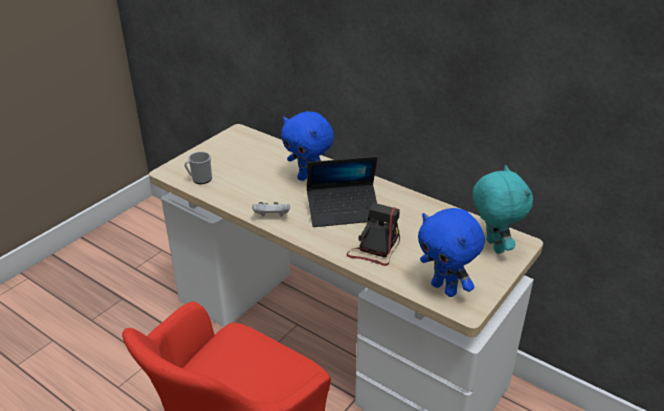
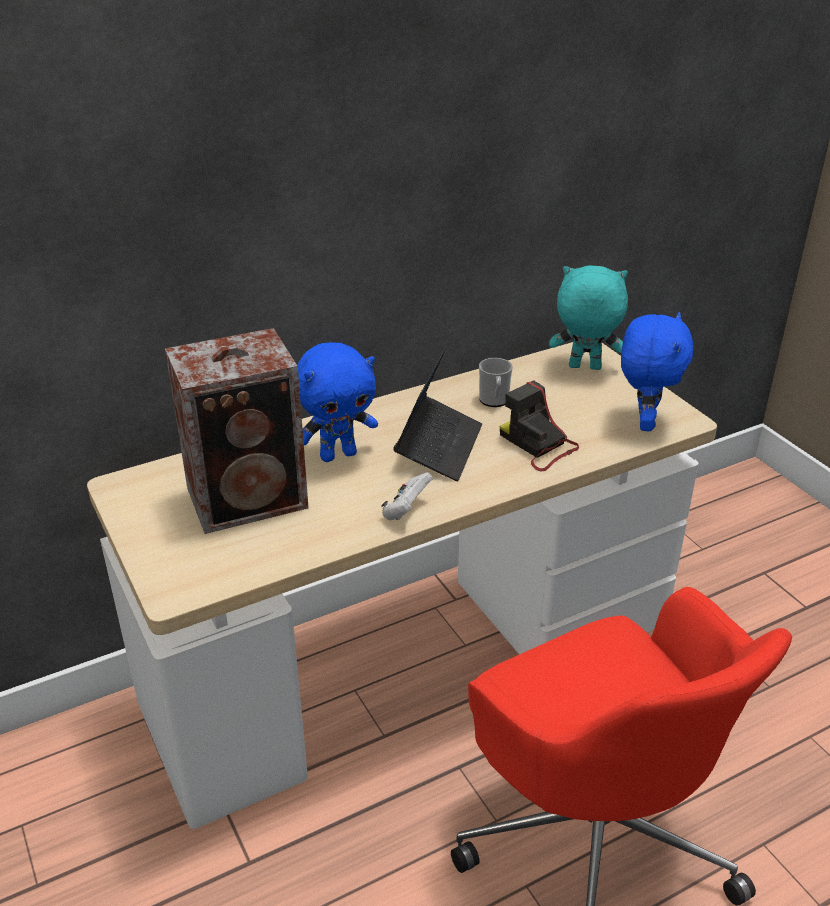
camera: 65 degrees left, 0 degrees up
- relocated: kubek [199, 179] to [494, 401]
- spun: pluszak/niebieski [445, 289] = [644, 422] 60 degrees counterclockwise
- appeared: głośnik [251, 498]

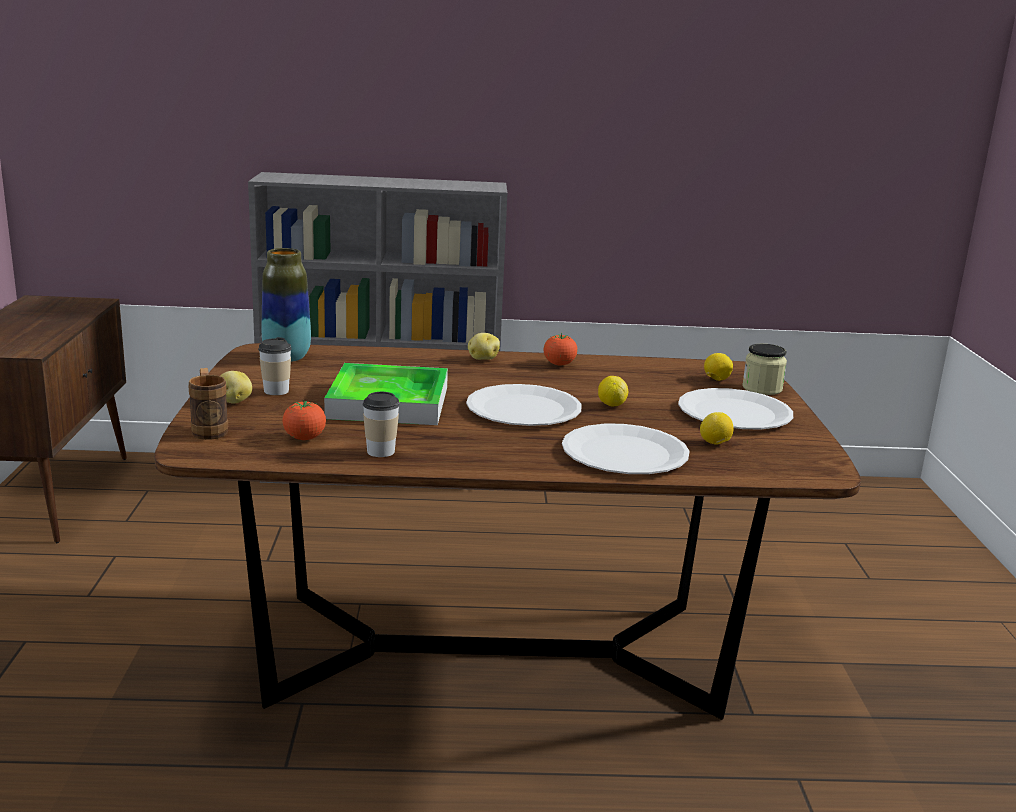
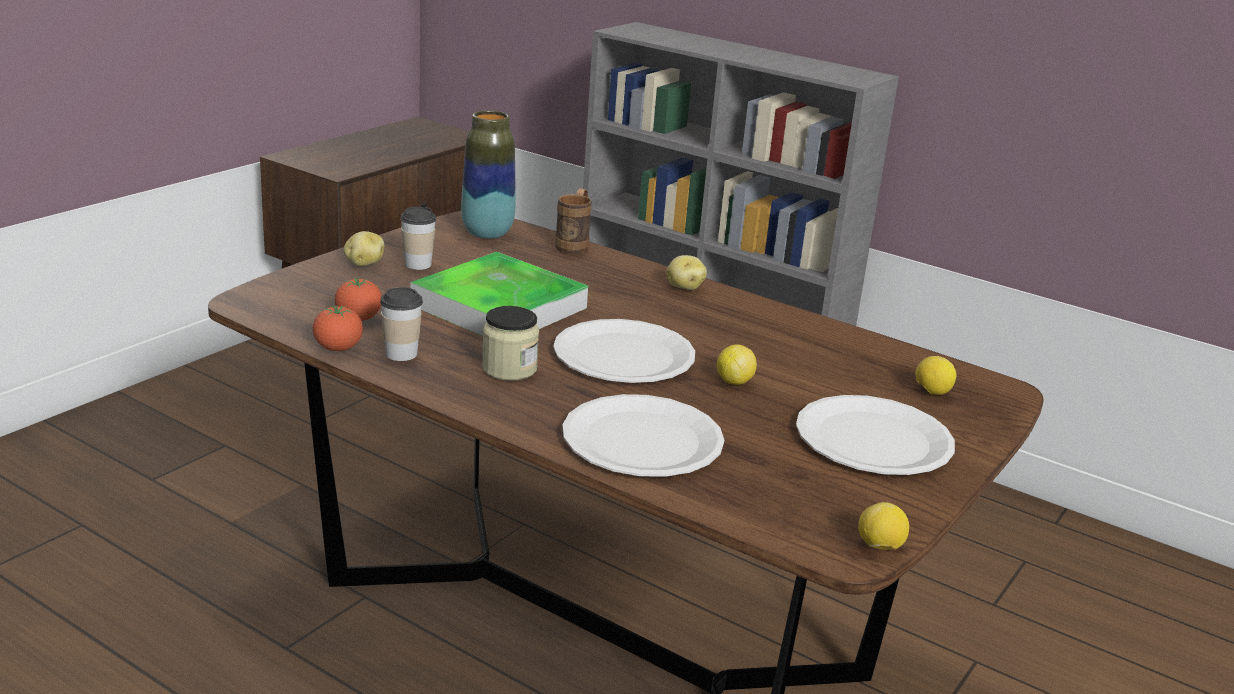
camera: 35 degrees right, 5 degrees up
- relocated: pomidor [559, 364] to [338, 349]
- relocated: słoik [762, 388] to [509, 369]
- relocated: kubek/brązowy [209, 429] to [574, 245]
- relocated: cytryna [715, 444] to [879, 547]

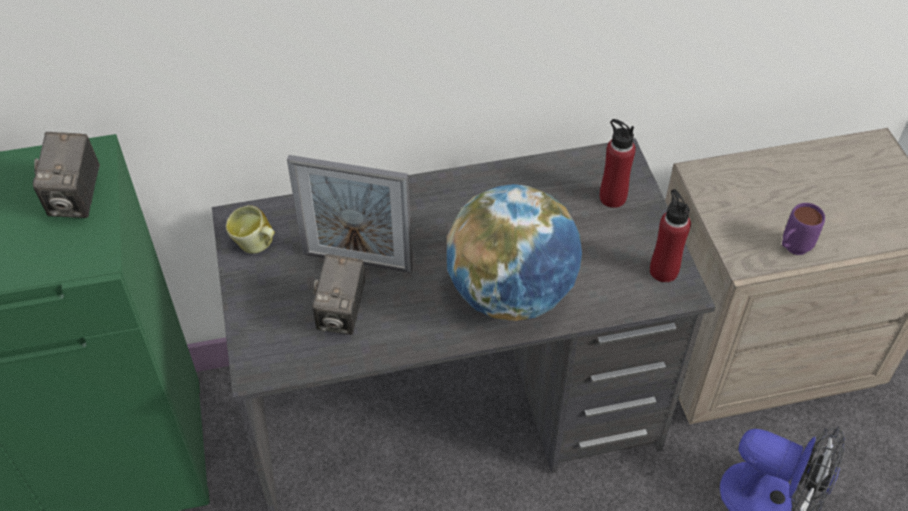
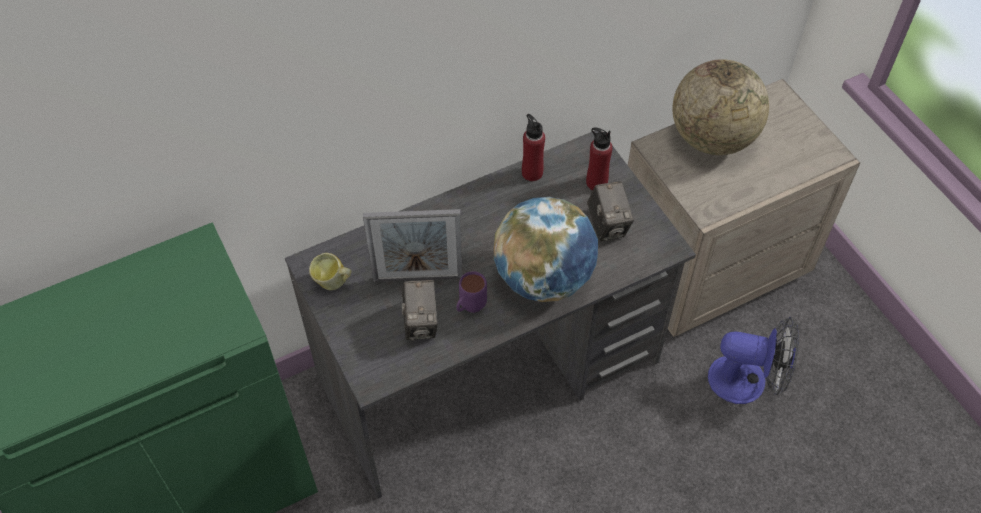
camera: 15 degrees left, 5 degrees up
- relocated: aparat fotograficzny [77, 199] to [607, 225]
- relocated: butelka/czerwony [663, 271] to [532, 173]
- relocated: kubek/fioletowy [791, 249] to [469, 308]
- appeared: globus [712, 138]

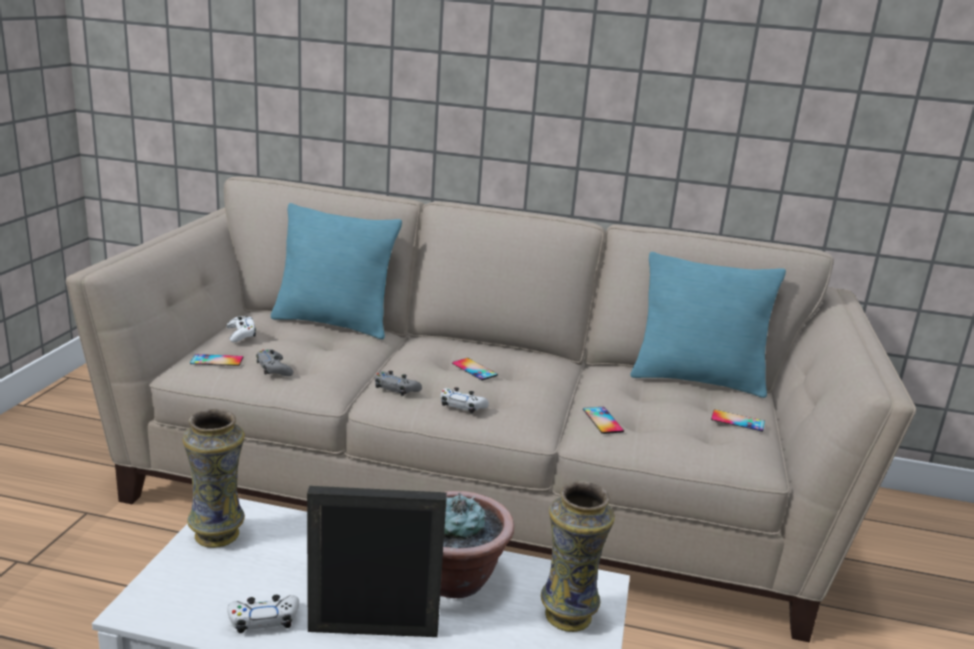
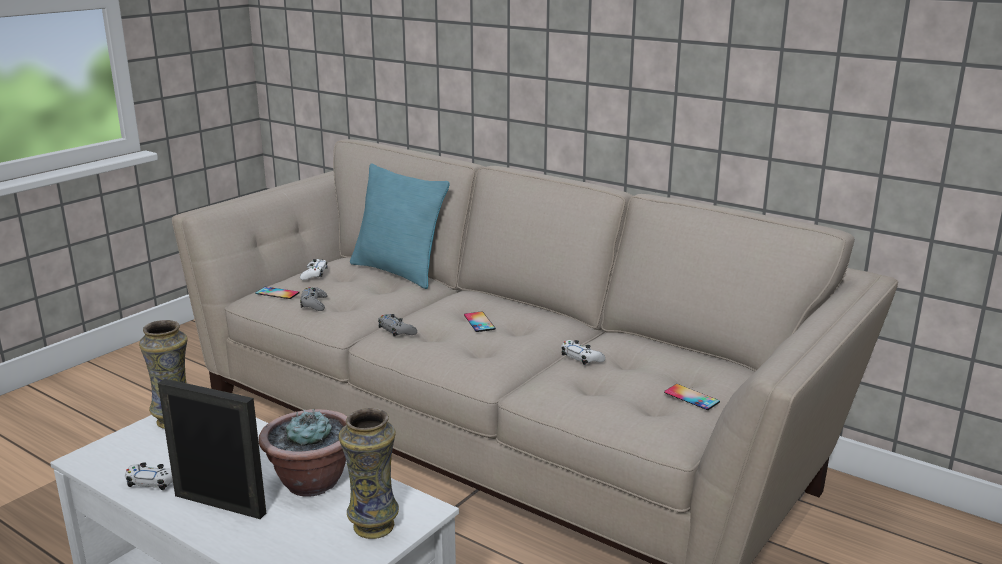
camera: 25 degrees right, 0 degrees up
- missing: poduszka/turkusowy [697, 380]
- relocated: pad do gier/biały [462, 406] to [581, 358]
- missing: telefon [602, 420]

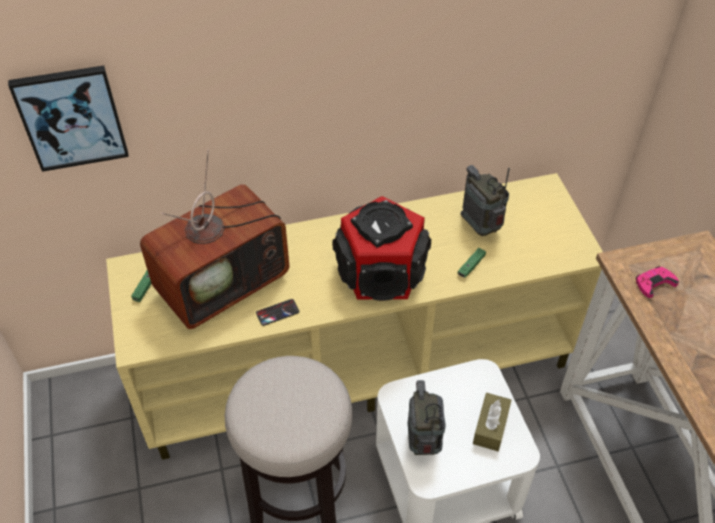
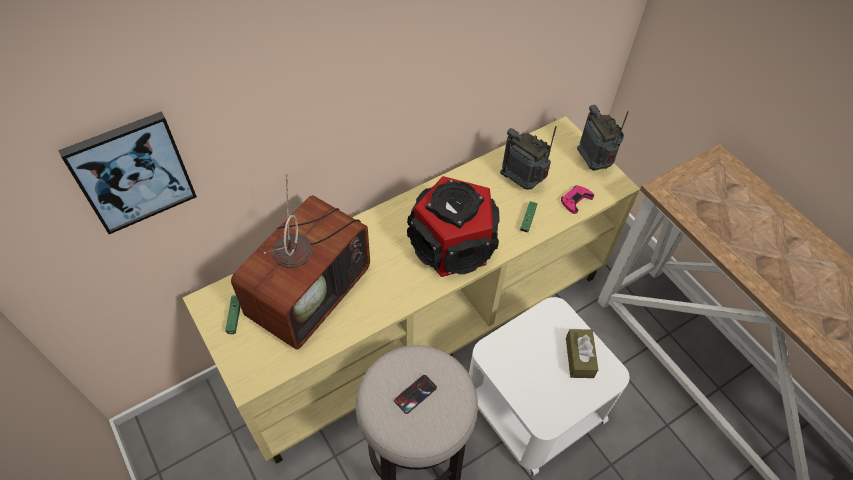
camera: 20 degrees left, 5 degrees up
- relocated: pad do gier/różowy [654, 283] to [575, 200]
- relocated: telefon [277, 312] to [415, 394]
- relocated: radio [423, 442] to [593, 163]

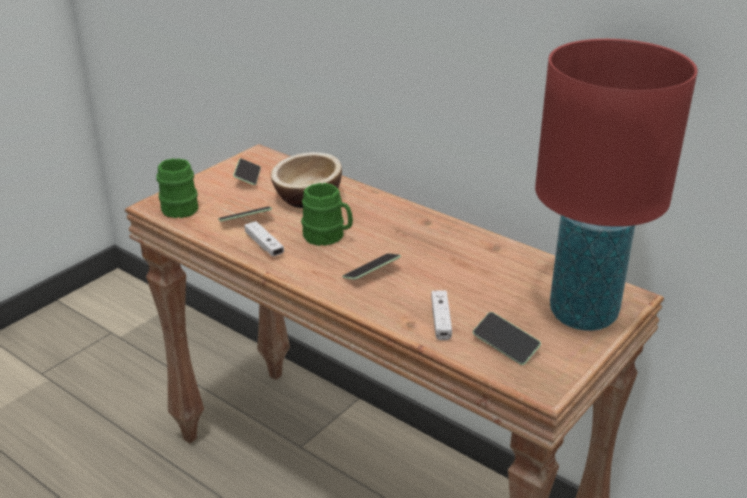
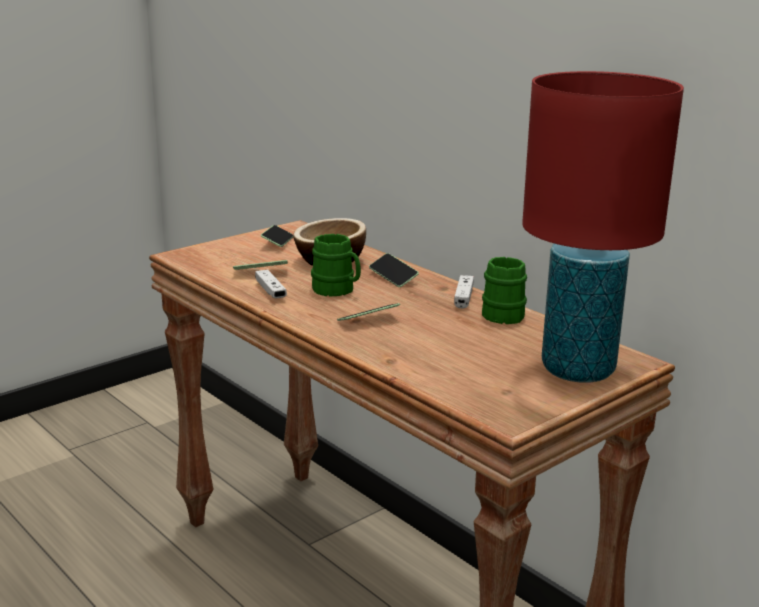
camera: 10 degrees right, 10 degrees down
- relocated: kubek/zielony [178, 206] to [500, 313]
- relocated: pad do gier/biały [441, 320] to [463, 297]
- relocated: telefon [505, 345] to [393, 277]

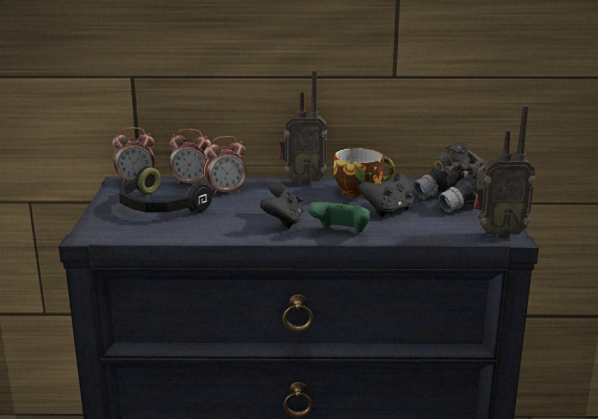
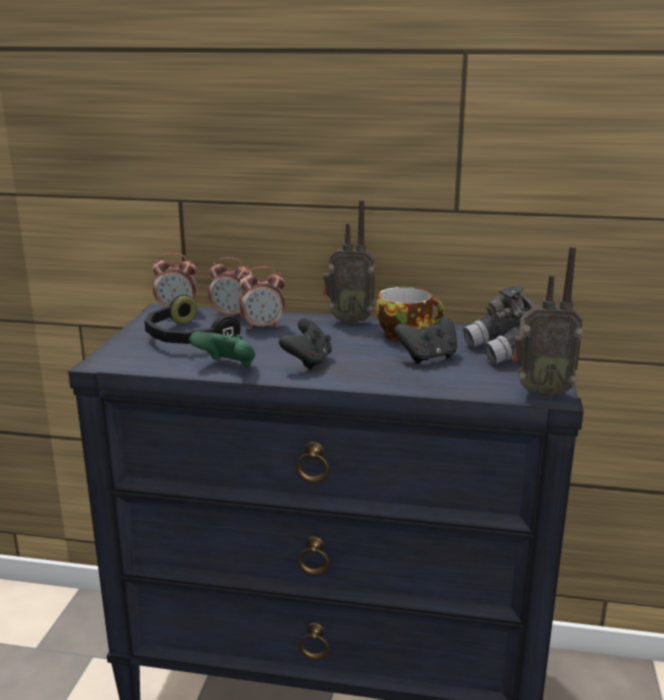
camera: 10 degrees right, 0 degrees up
- relocated: pad do gier/zielony [341, 233] to [227, 367]

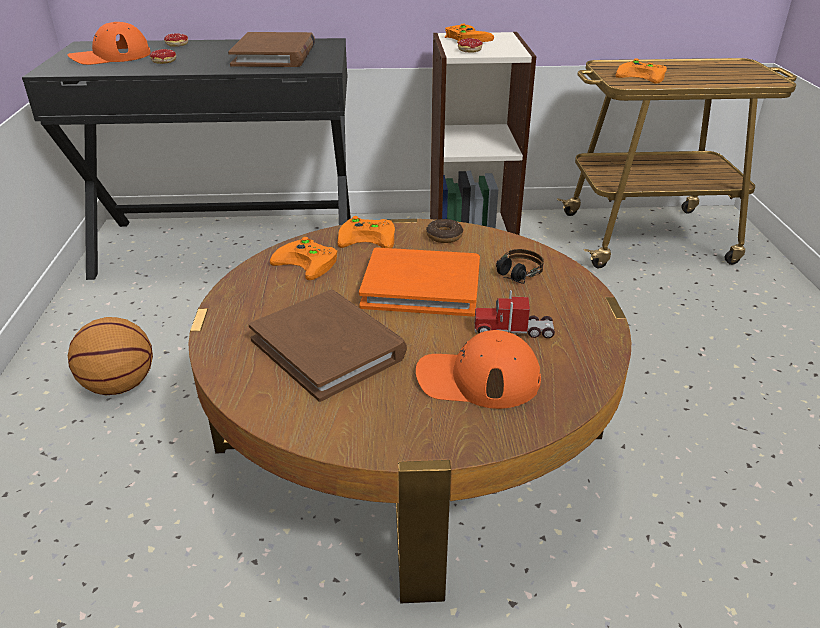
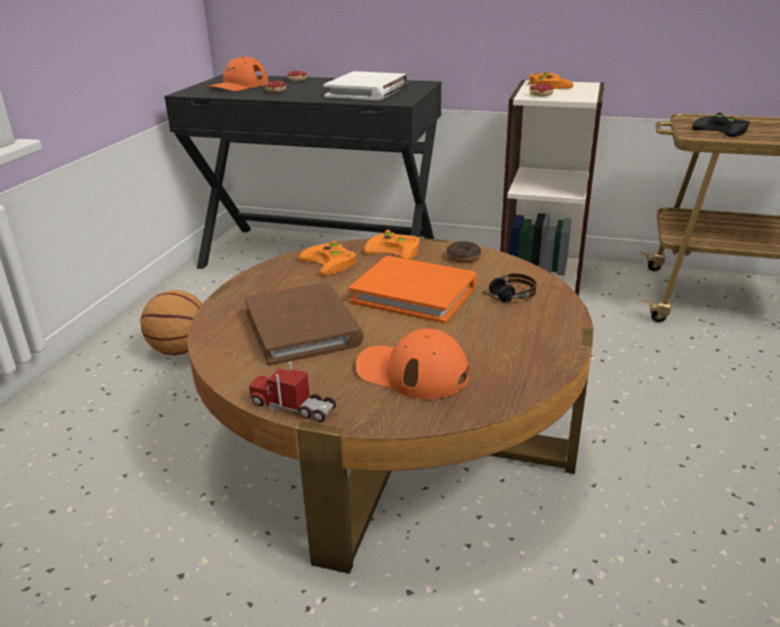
camera: 20 degrees right, 5 degrees down
- spun: czapka z daszkiem/pomarańczowy [110, 56] = [239, 85] 45 degrees counterclockwise
- colour: książka/brązowy [274, 55] to książka/biały [367, 91]
- colour: pad do gier/pomarańczowy [643, 76] to pad do gier/czarny [724, 130]
- relocated: ciężarówka zabawkowa [513, 330] to [292, 406]

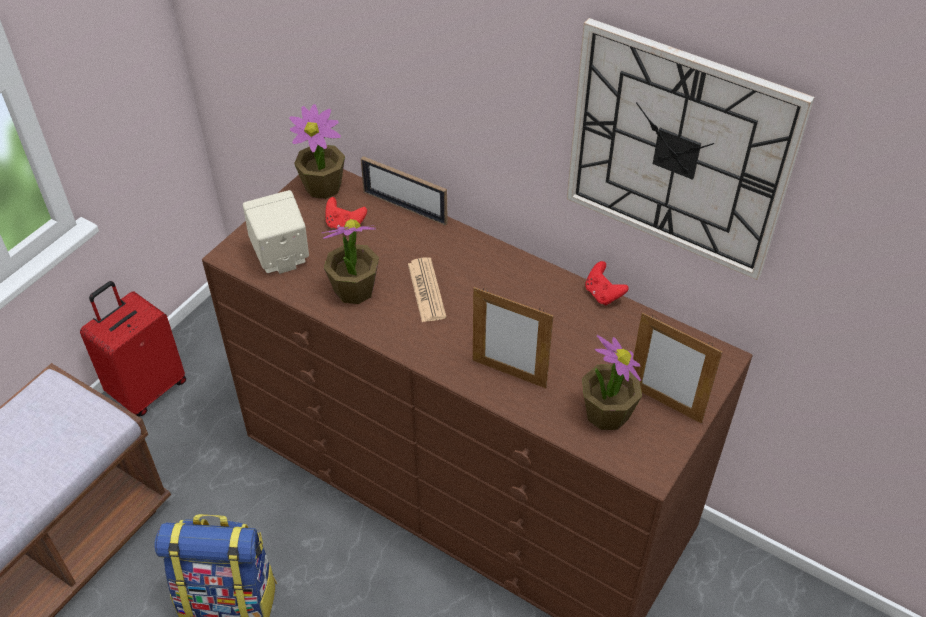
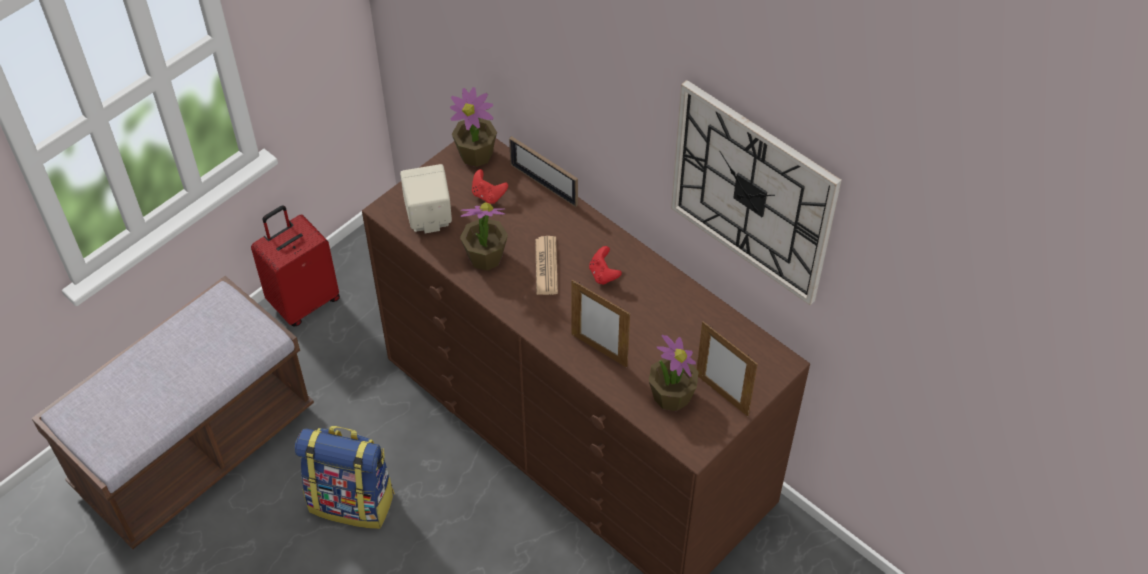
camera: 10 degrees right, 5 degrees up
- relocated: pad do gier/czerwony [603, 294] to [603, 274]

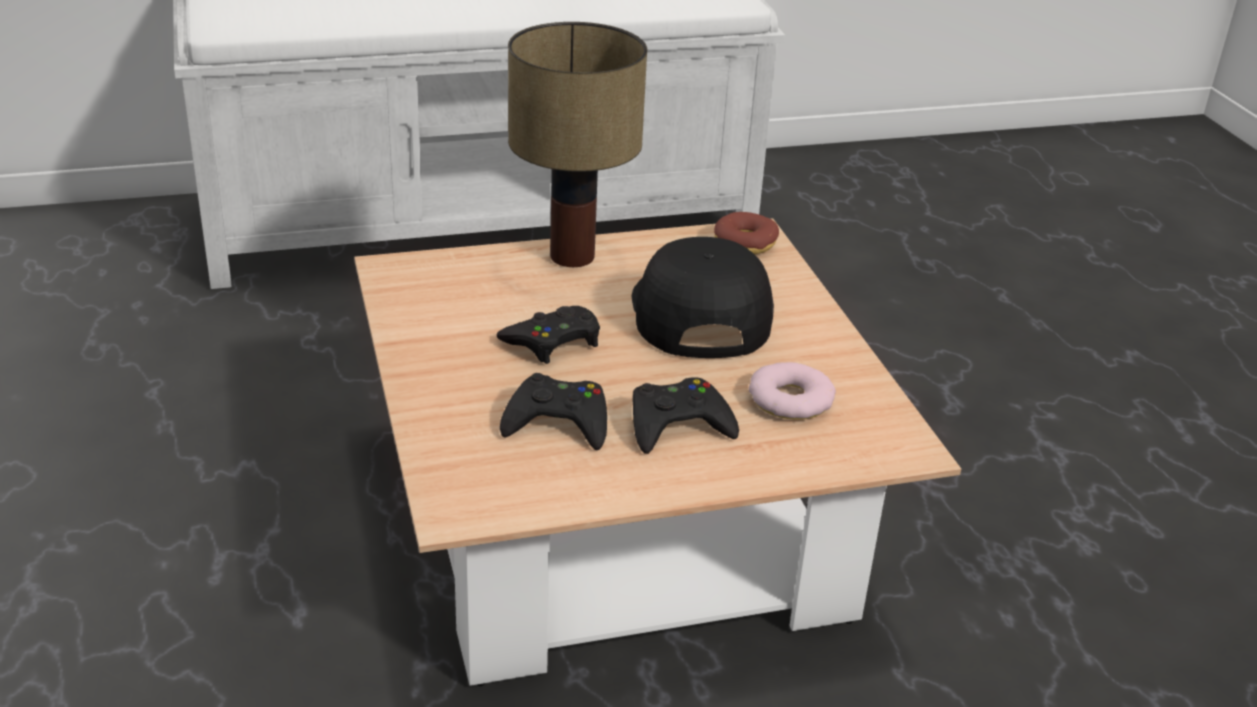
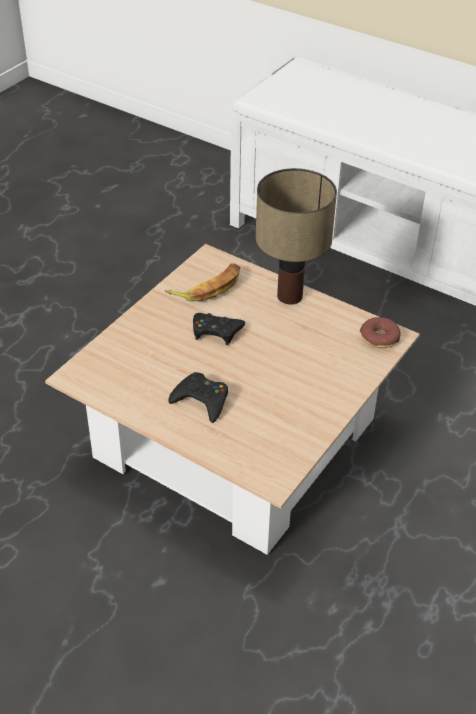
camera: 50 degrees right, 10 degrees up
- missing: czapka z daszkiem/czarny [697, 313]
- missing: donut [789, 399]
- missing: pad do gier/czarny [558, 422]
- appeared: banan [208, 287]

